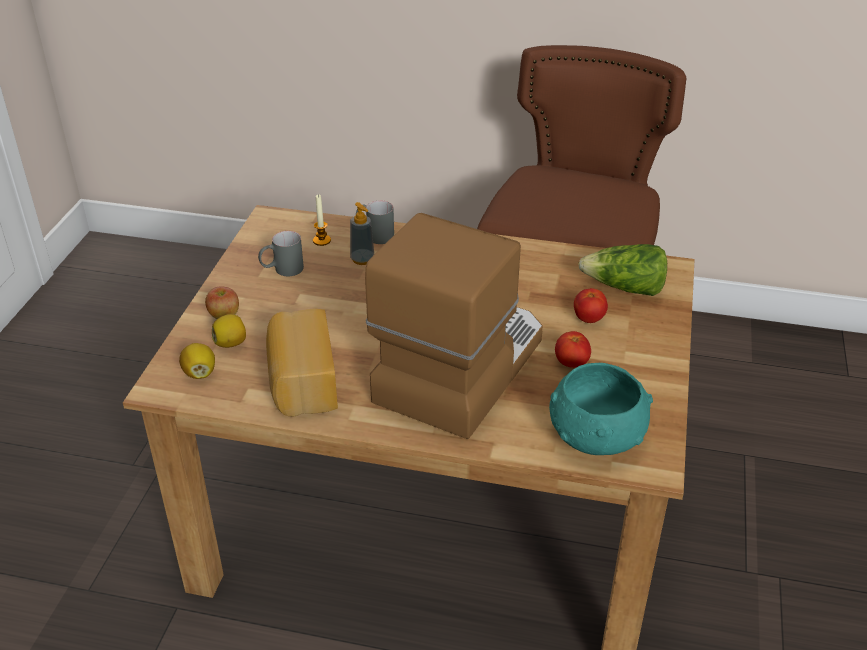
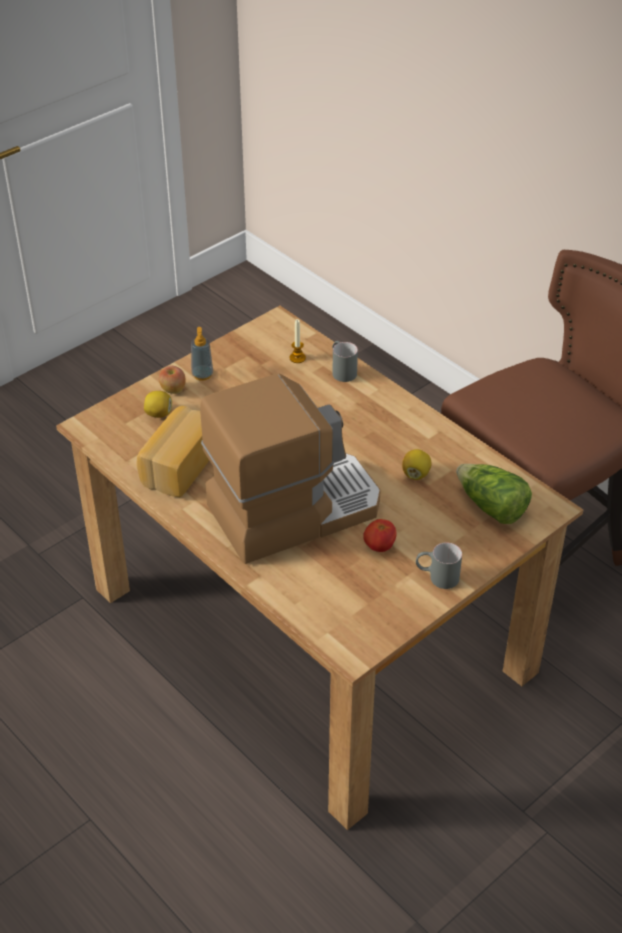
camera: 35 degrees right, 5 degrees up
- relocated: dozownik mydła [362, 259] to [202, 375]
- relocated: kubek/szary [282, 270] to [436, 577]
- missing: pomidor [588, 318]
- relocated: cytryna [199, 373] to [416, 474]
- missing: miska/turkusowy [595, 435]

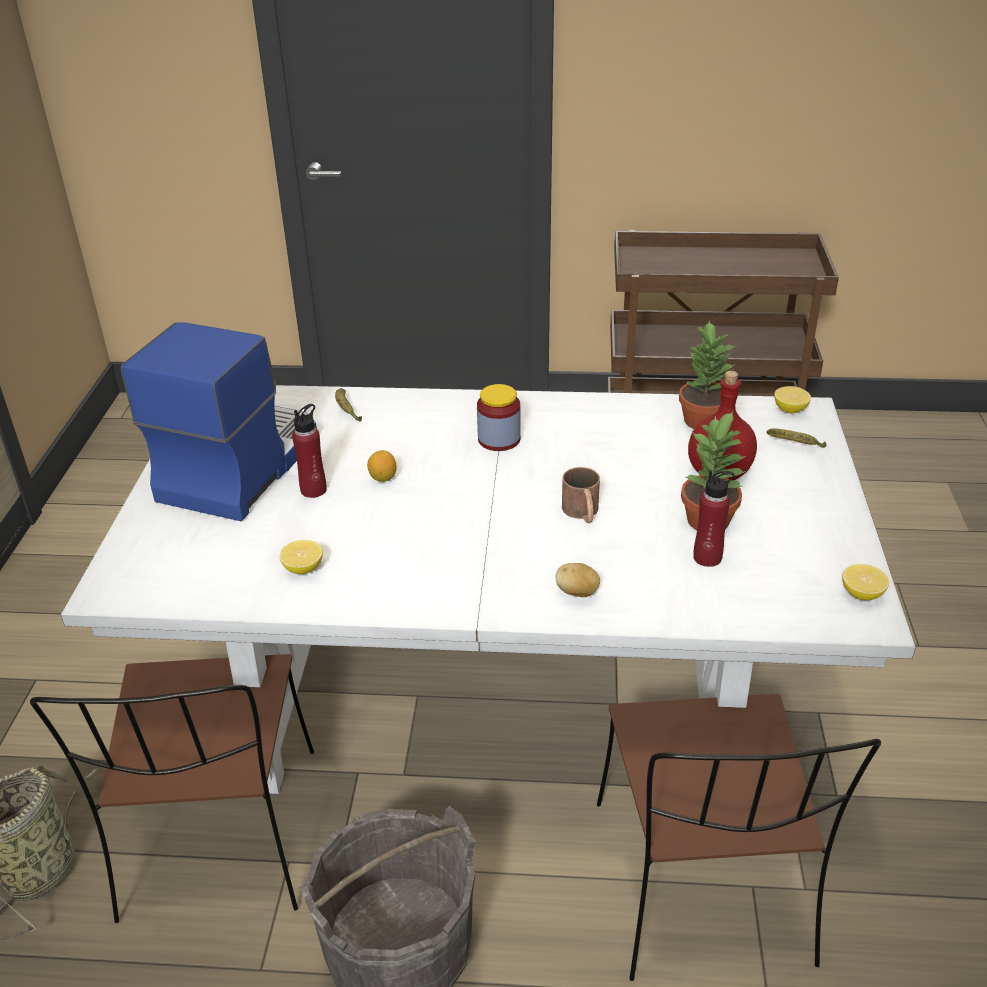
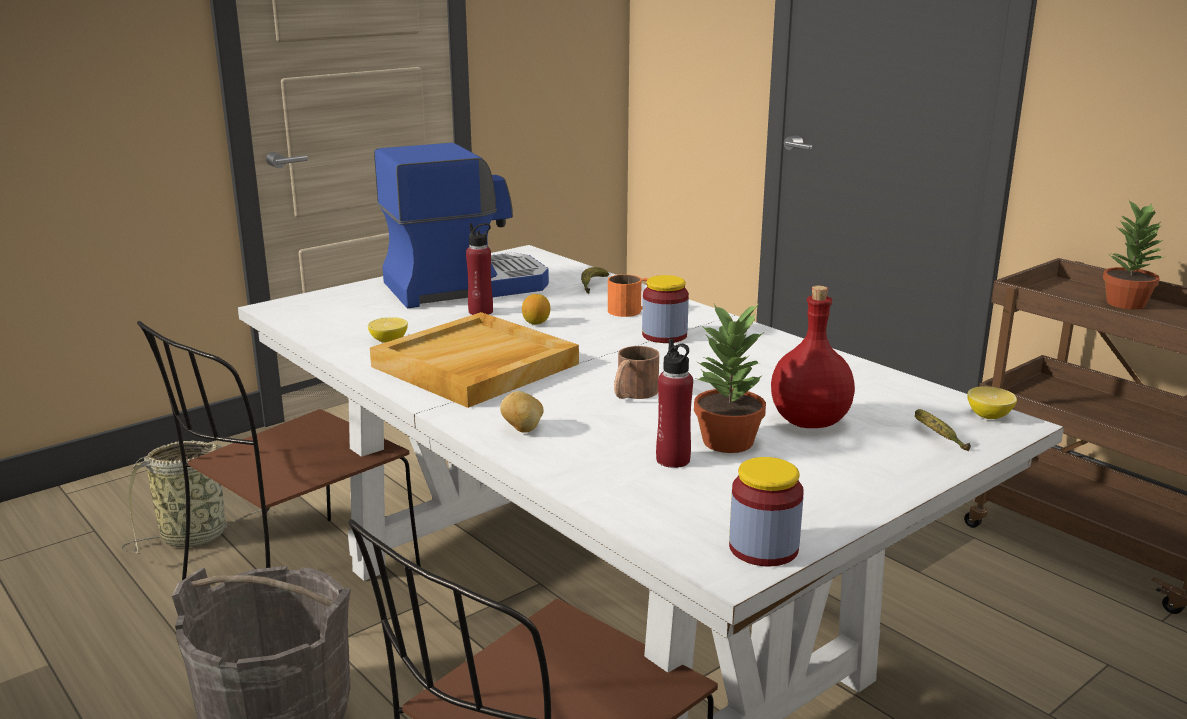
camera: 45 degrees right, 15 degrees down
- relocated: roślina doniczkowa [701, 420] to [1125, 303]
- exchanged: cytryna [862, 594] to słoik [763, 548]
- appeared: kubek/pomarańczowy [632, 310]
- appeared: taca/beżowy [475, 366]

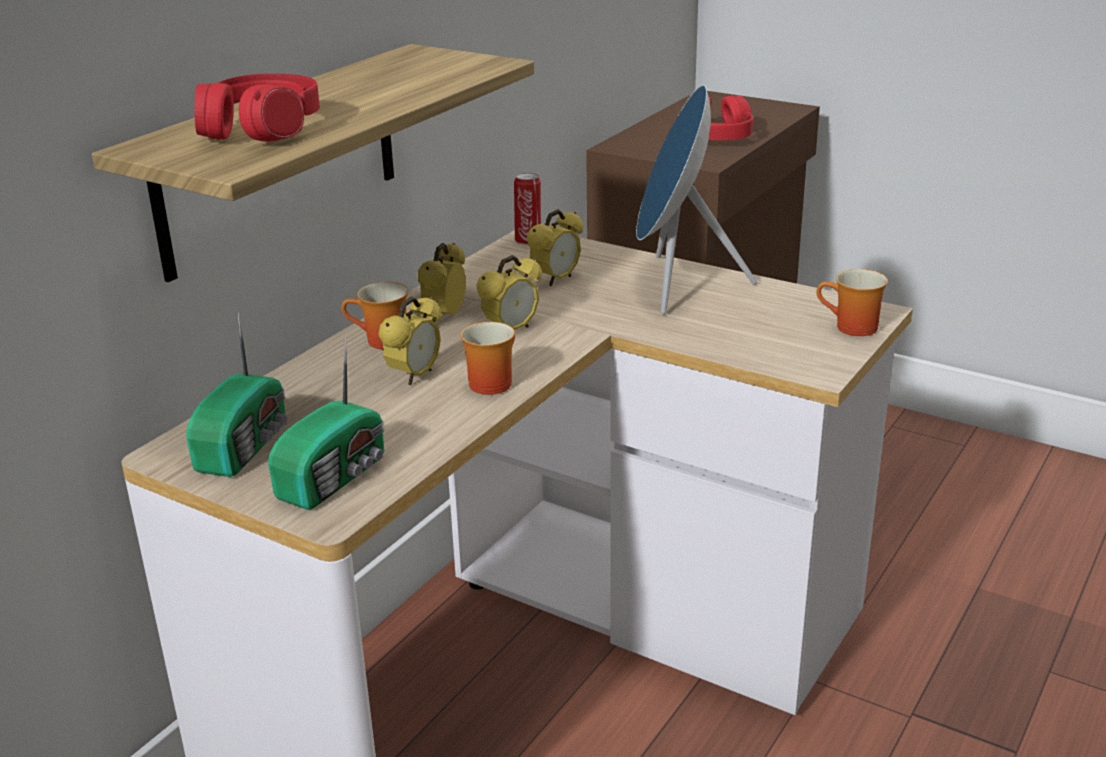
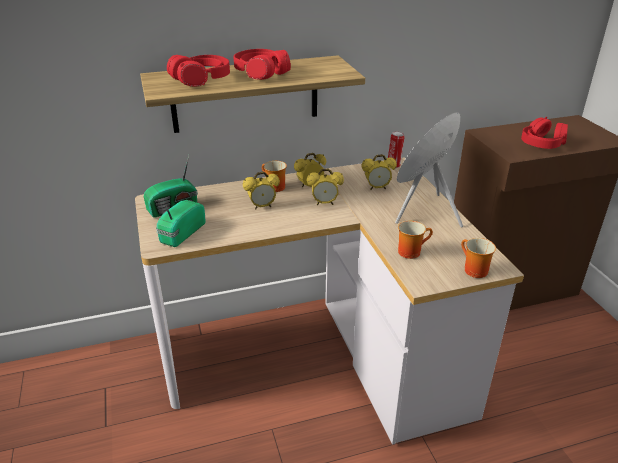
camera: 40 degrees right, 5 degrees up
- relocated: kubek [490, 381] to [410, 251]
- spun: radio [336, 476] = [181, 233] 135 degrees clockwise
- appeared: słuchawki/czerwony [261, 73]

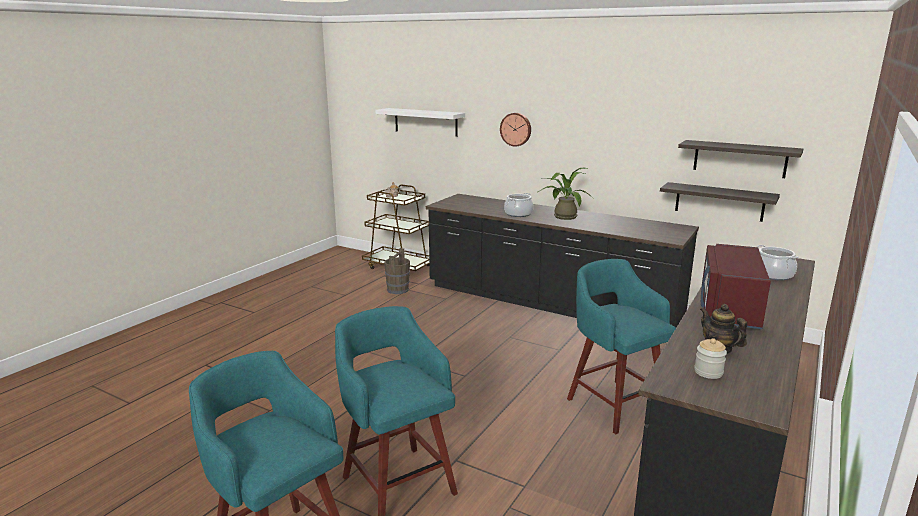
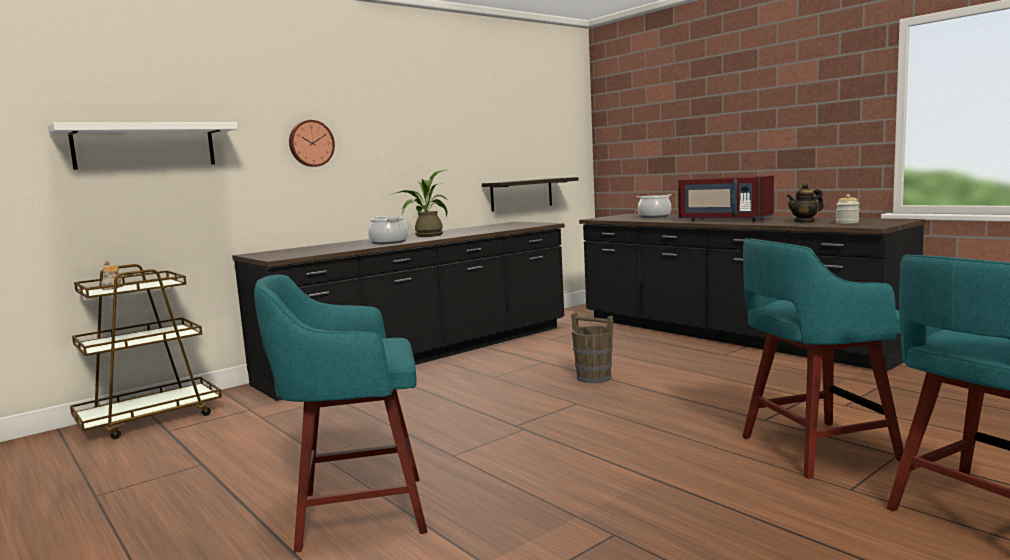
camera: 70 degrees left, 10 degrees down
- missing: półka [739, 158]
- relocated: wiadro/brązowy [397, 290] to [594, 377]
- relocated: stołek/turkusowy [614, 404] to [356, 512]

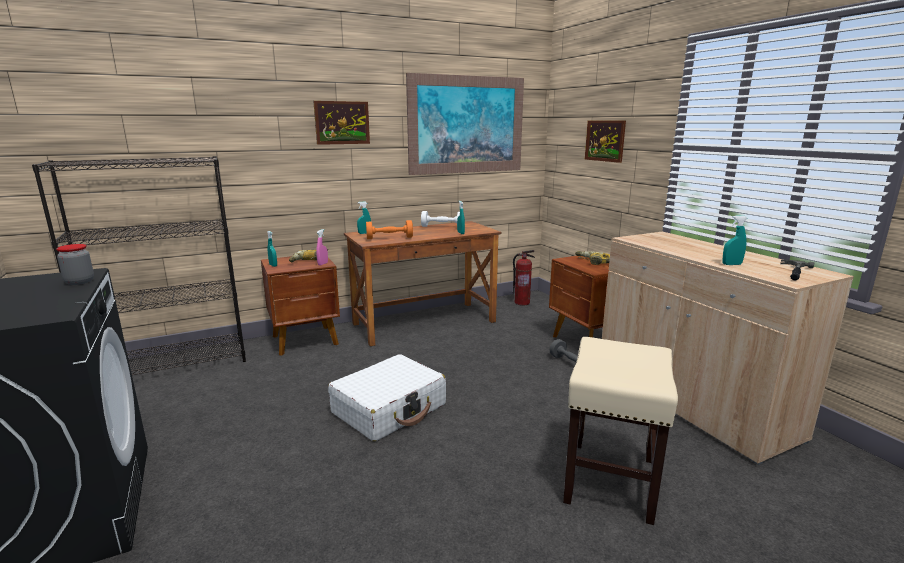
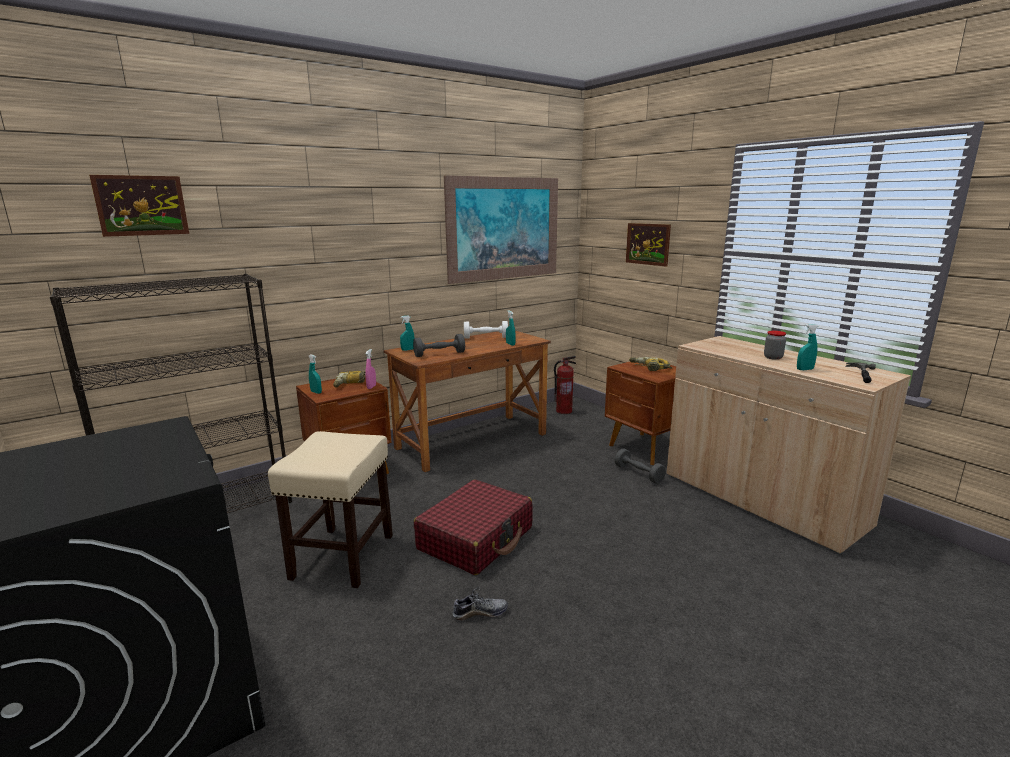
camera: 10 degrees left, 0 degrees up
- relocated: obraz [342, 122] to [141, 205]
- colour: hantel/pomarańczowy [389, 238] to hantel/szary [439, 354]
- relocated: słoik [79, 282] to [773, 357]
- relocated: stołek/beżowy [610, 481] to [342, 557]
- colour: walizka/biały [389, 409] to walizka/czerwony [476, 538]
- appeared: but [480, 613]

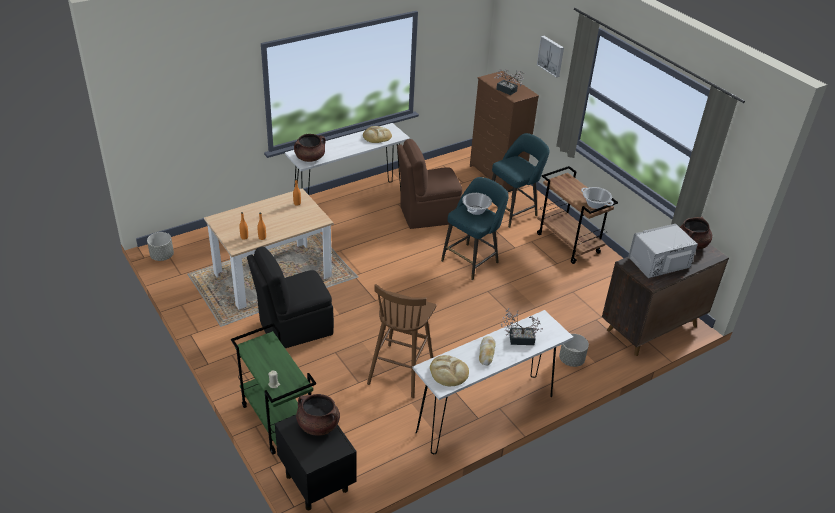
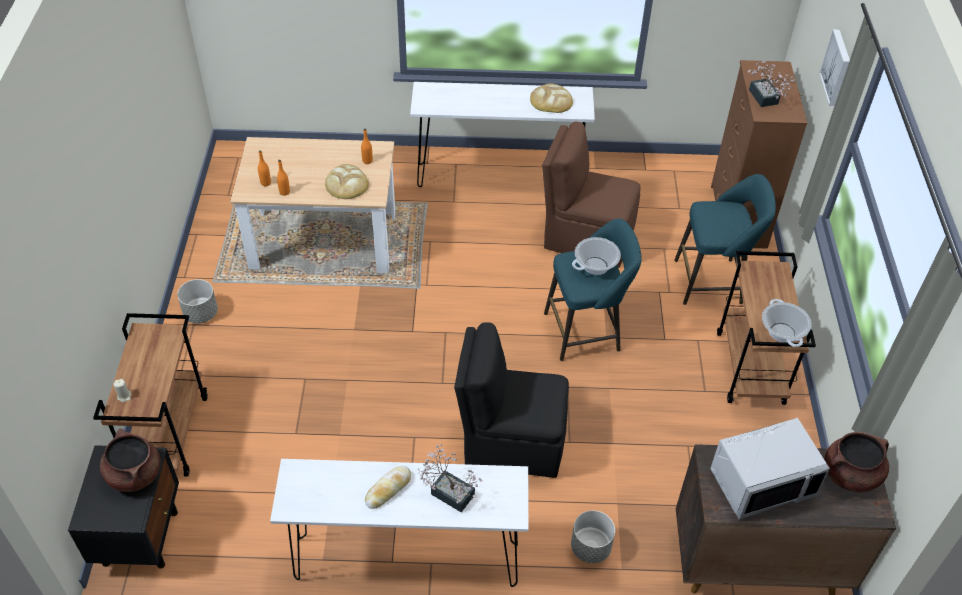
camera: 35 degrees right, 10 degrees up
- missing: garnek/brązowy [310, 158]
- spun: mikrofalówka/szary [659, 264] = [761, 482] 150 degrees clockwise
- relocated: donica/szary [162, 256] to [200, 313]
- relocated: krzesło/czarny [294, 328] to [511, 441]
- missing: stołek/brązowy [401, 369]
- colour: wózek/zielony [276, 420] to wózek/brązowy [168, 433]
- relocated: chleb [448, 372] to [347, 184]

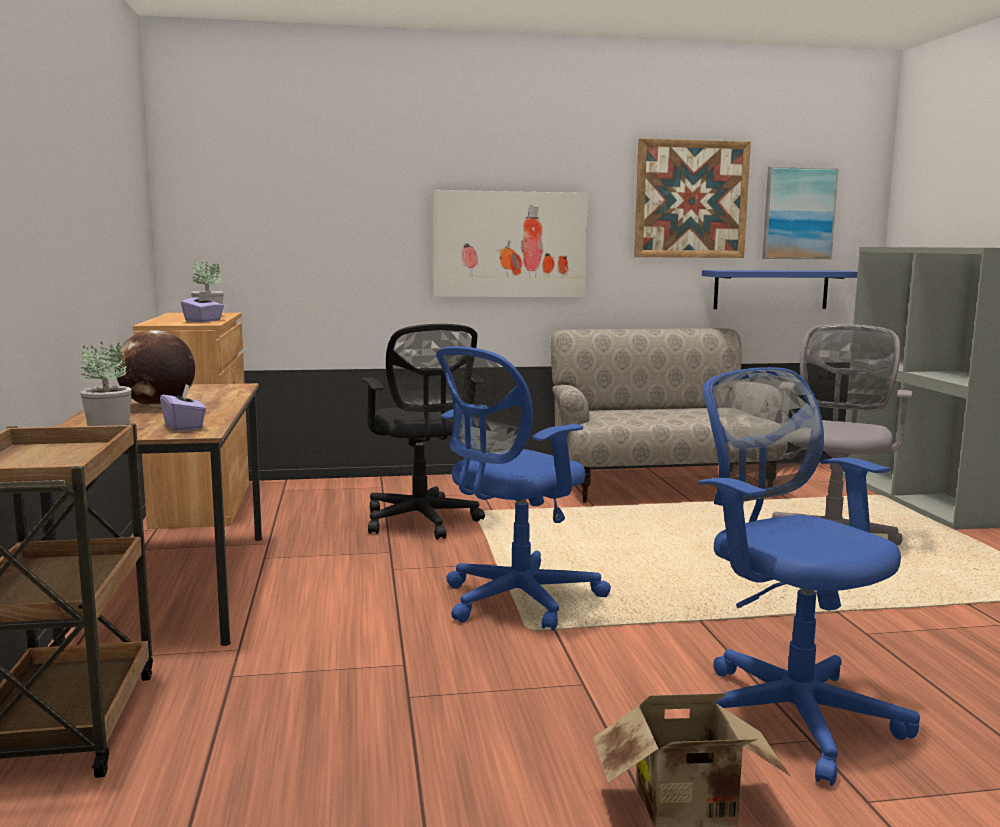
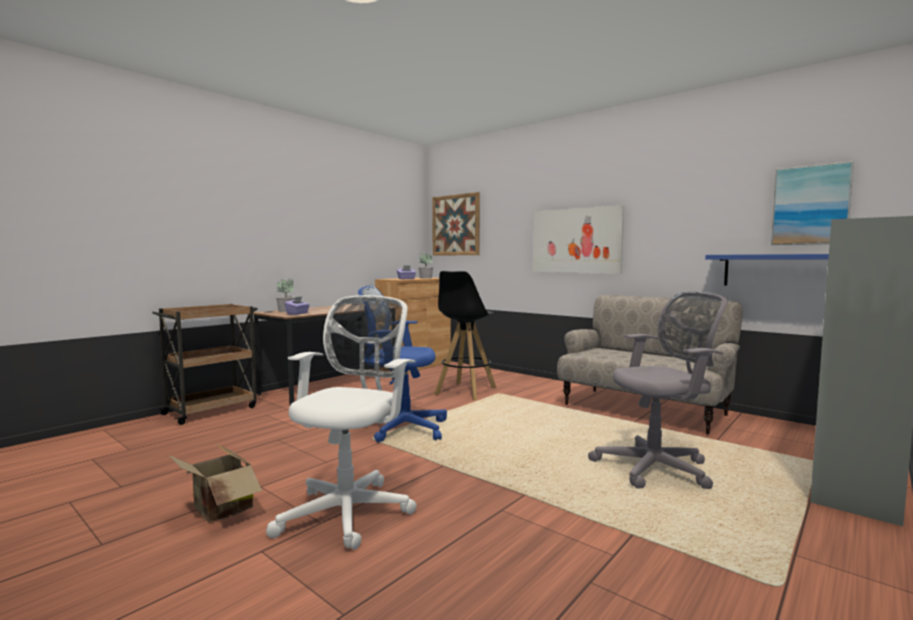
camera: 50 degrees right, 5 degrees down
- relocated: obraz [691, 199] to [455, 225]
- exchanged: krzesło biurowe/czarny [422, 522] to stołek/czarny [465, 391]
- missing: globus [157, 406]
- colour: krzesło biurowe/niebieski [788, 712] to krzesło biurowe/biały [350, 510]

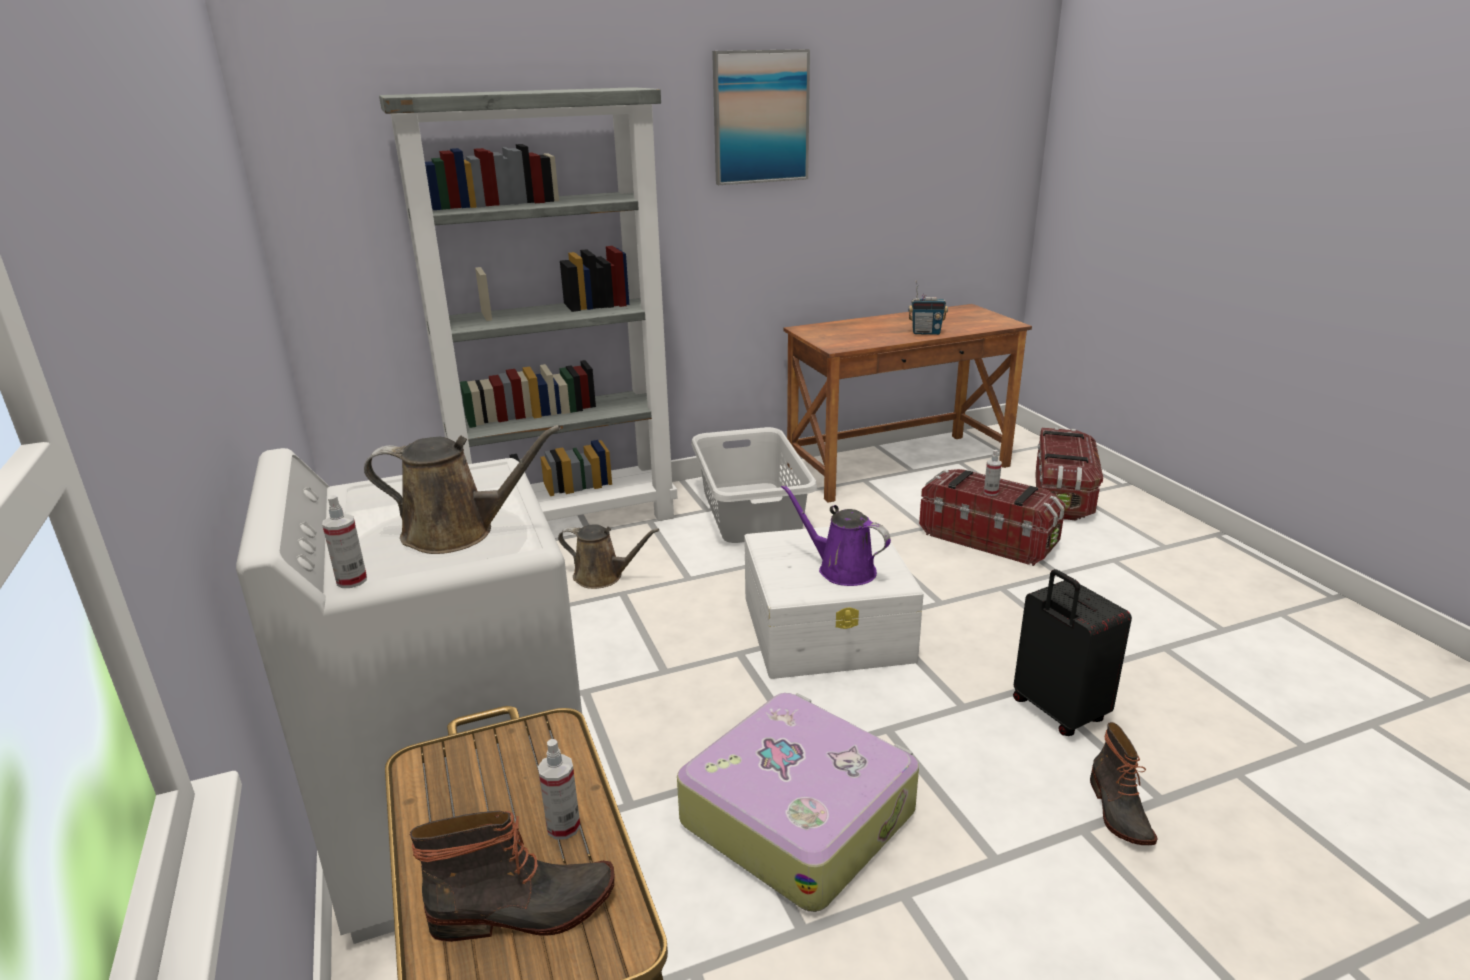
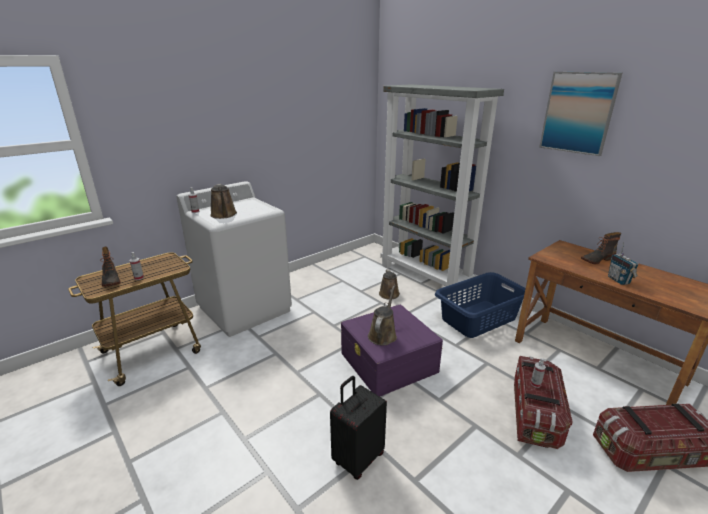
camera: 70 degrees right, 0 degrees up
- colour: kosz na pranie/szary [752, 511] to kosz na pranie/niebieski [479, 319]
- colour: konewka/fioletowy [841, 569] to konewka/brązowy [383, 334]
- colour: pojemnik do przechowywania/biały [828, 628] to pojemnik do przechowywania/fioletowy [389, 362]
- missing: walizka [798, 814]
- relocated: but z cholewką [1117, 811] to [596, 259]

